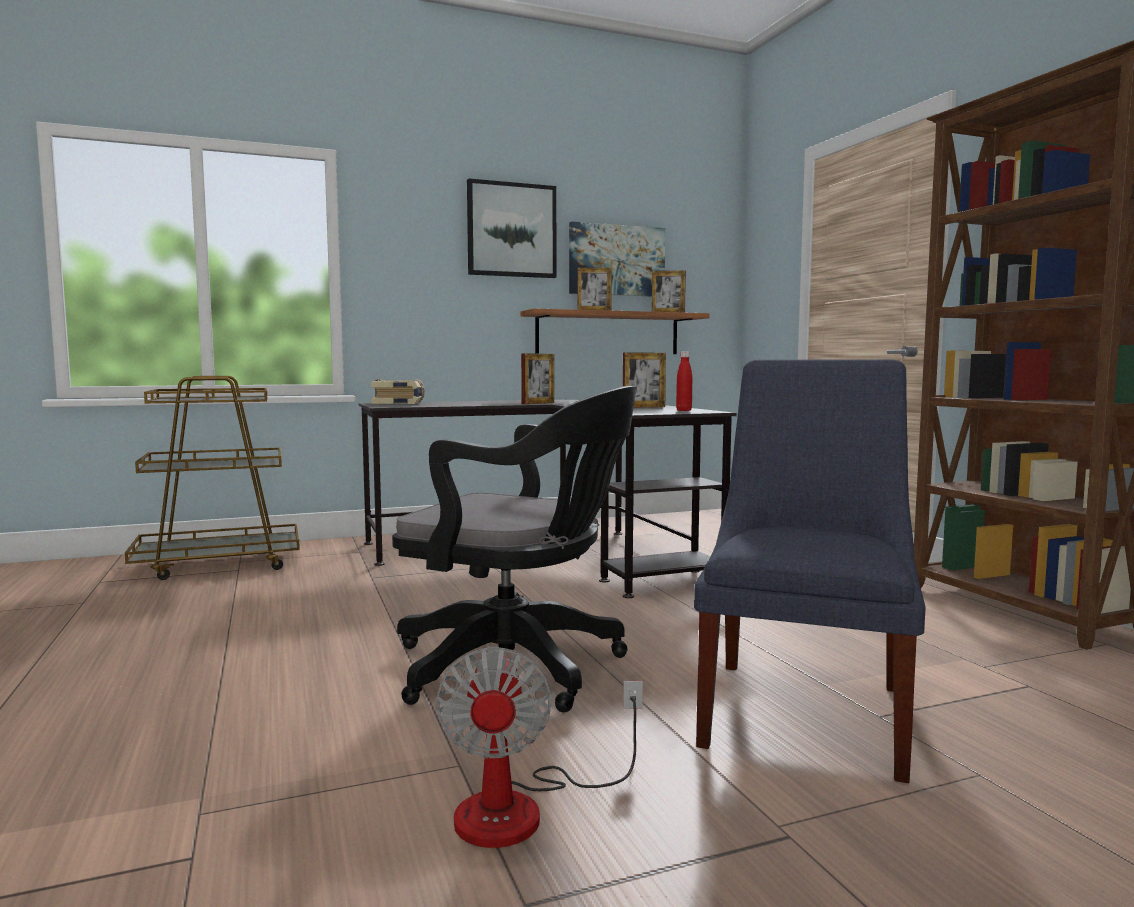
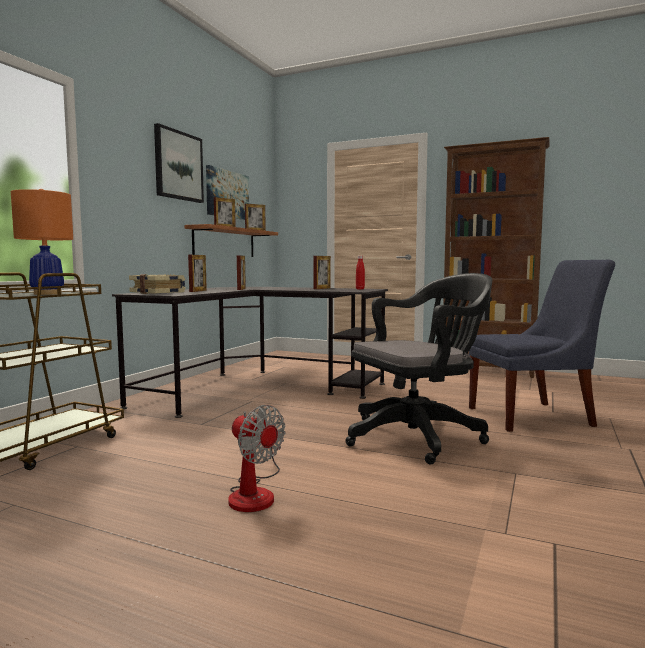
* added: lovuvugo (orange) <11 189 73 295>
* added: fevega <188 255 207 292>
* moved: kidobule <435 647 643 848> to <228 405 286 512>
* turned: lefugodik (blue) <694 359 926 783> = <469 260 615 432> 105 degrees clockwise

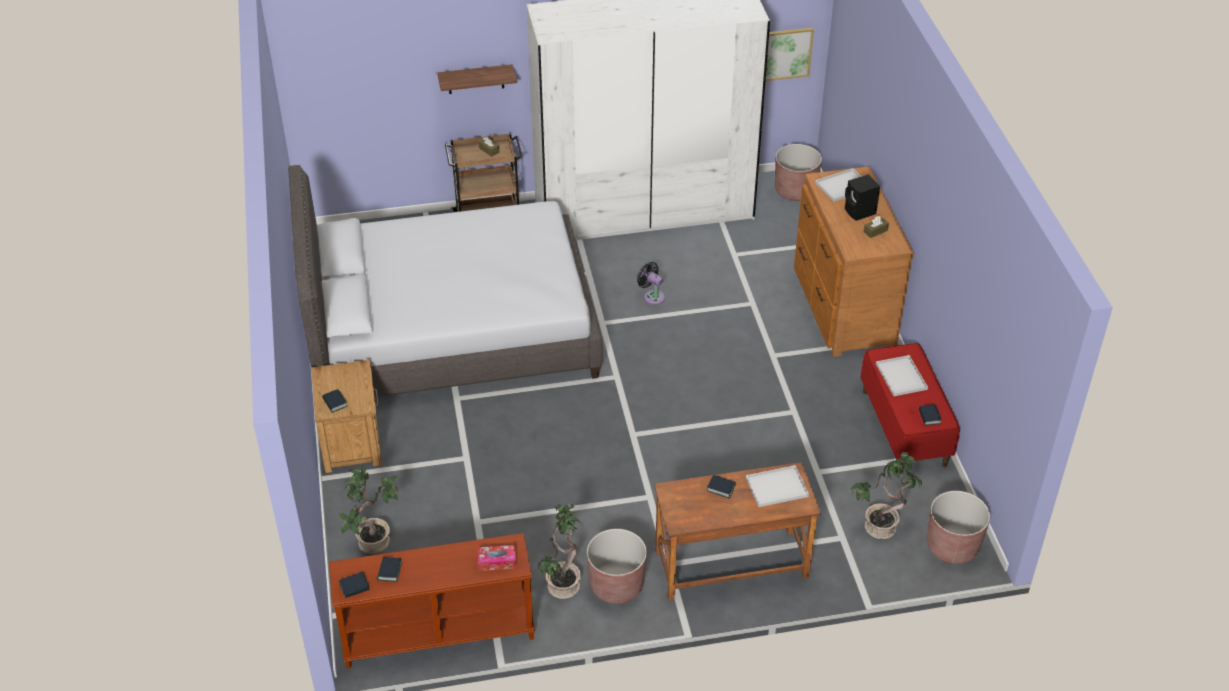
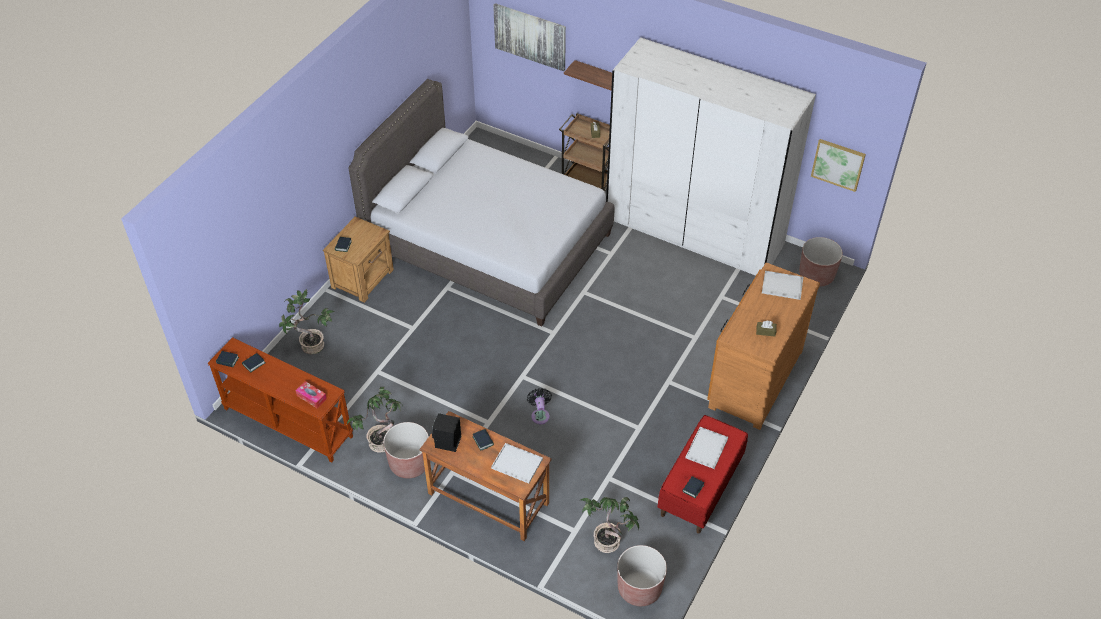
* added: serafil <493 3 566 71>
* moved: kidobule (black) <637 262 665 305> to <527 388 552 424>
* moved: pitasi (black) <845 174 880 221> to <432 413 461 452>

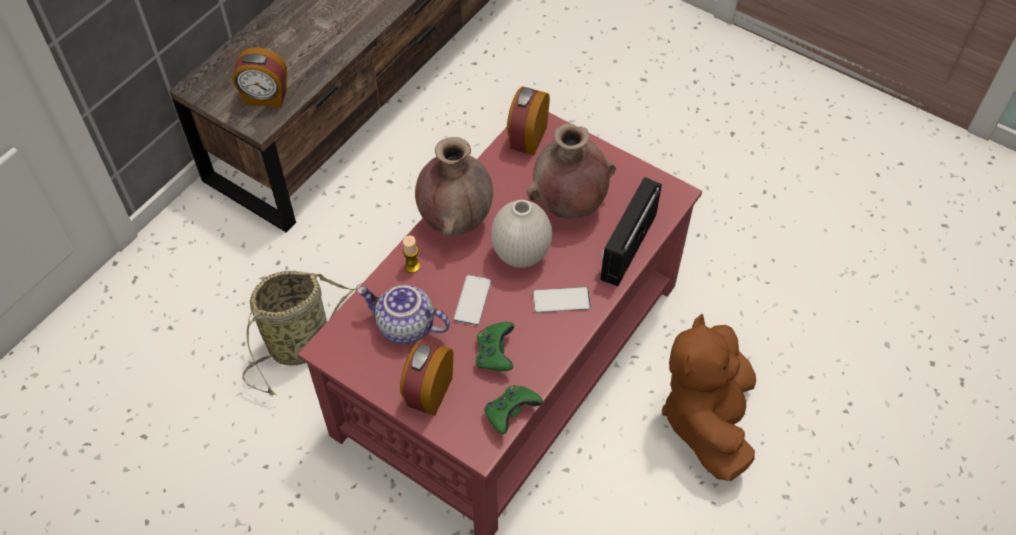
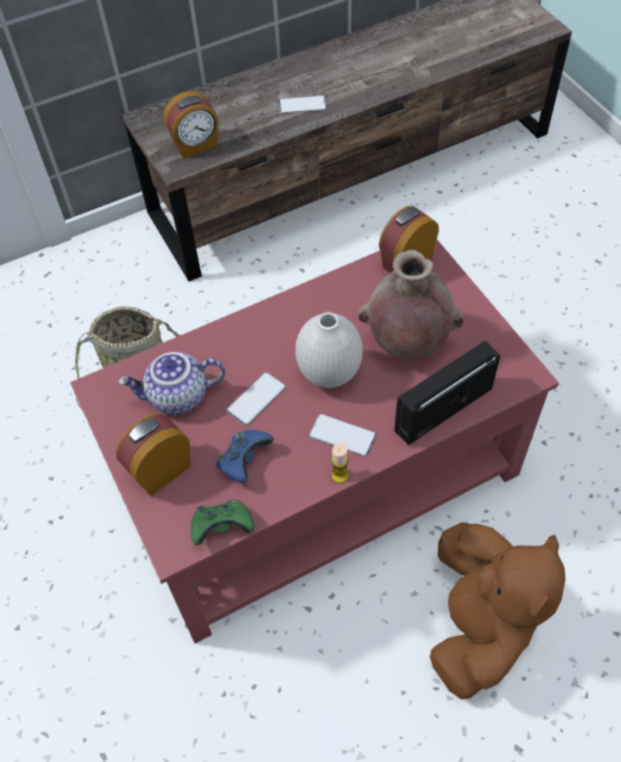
* removed: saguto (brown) <415 137 493 235>
* added: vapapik <279 95 326 113>
* moved: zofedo <403 236 420 273> to <330 443 349 483>
* recoloured: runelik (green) <476 322 514 371> to runelik (blue) <216 430 274 483>
* turned: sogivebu <233 47 287 107> = <164 91 218 159> 60 degrees counterclockwise
* turned: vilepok <357 285 450 344> = <118 352 225 415> 60 degrees counterclockwise
* turned: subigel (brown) <662 314 756 481> = <430 522 565 699> 150 degrees clockwise

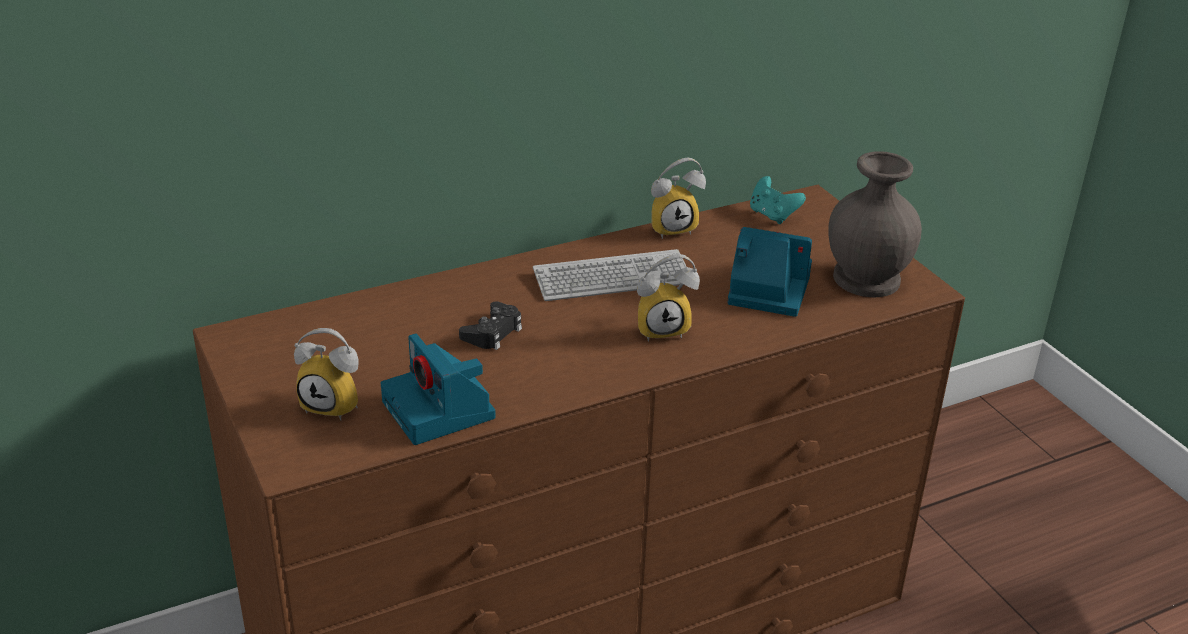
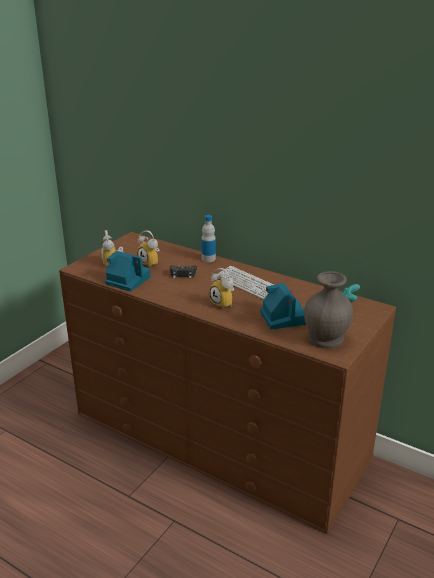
* added: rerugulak <201 215 216 262>
* moved: sogivebu <651 157 706 239> to <137 230 159 267>
* turned: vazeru <381 333 496 445> = <105 251 151 291> 90 degrees clockwise

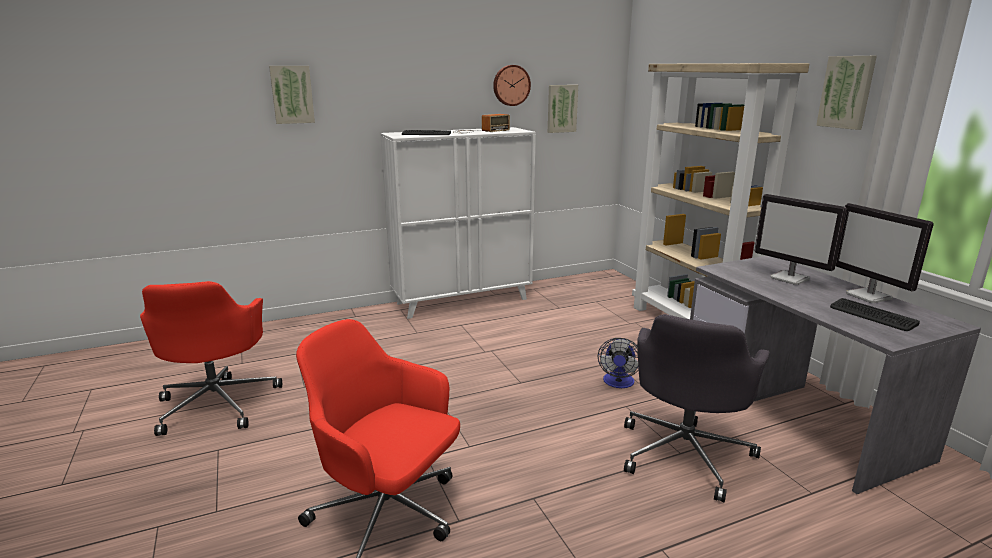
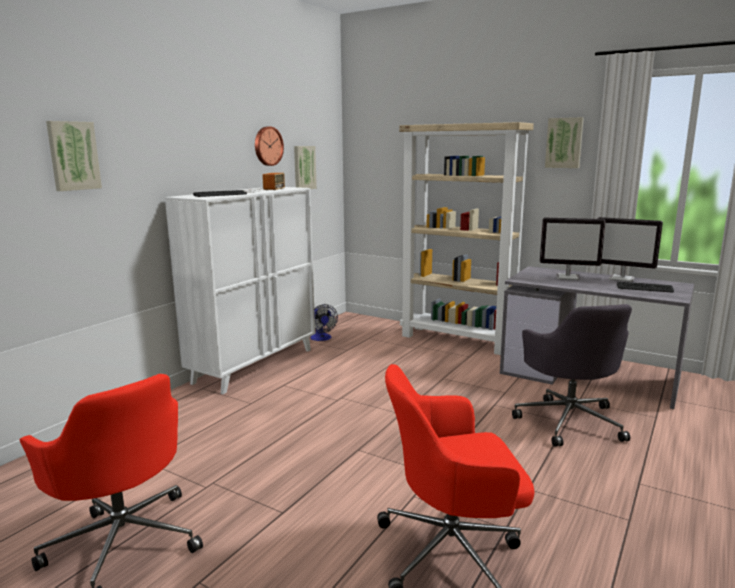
* moved: kidobule <598 338 639 388> to <310 304 338 341>

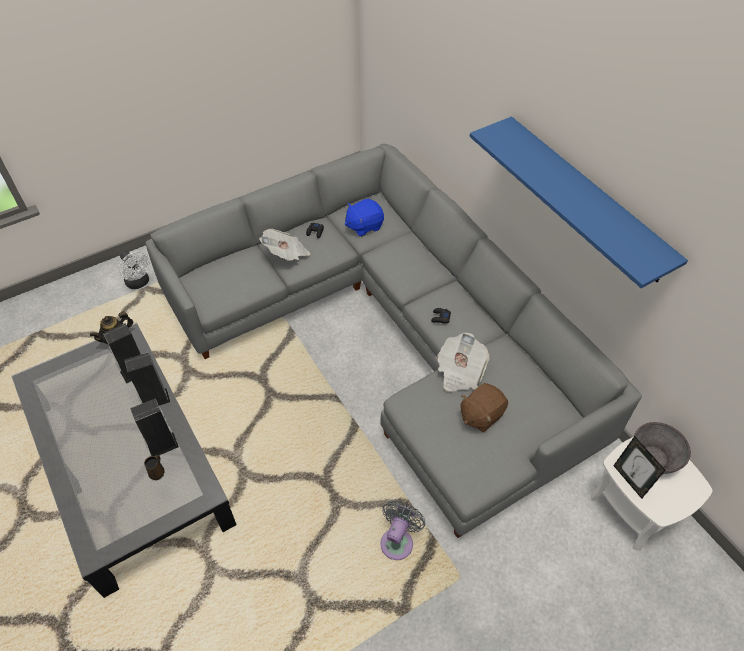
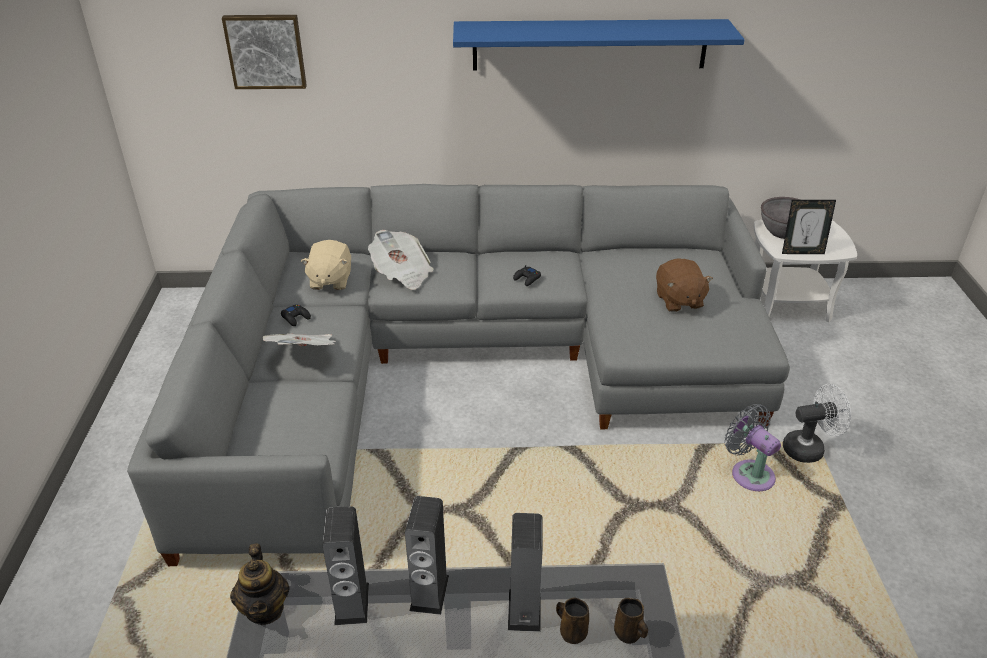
* added: serafil <222 15 307 89>
* added: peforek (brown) <614 598 648 644>
* moved: kidobule (white) <119 251 150 289> to <783 384 851 463>
* moved: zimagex <437 333 490 391> to <368 230 434 290>
* recoloured: subigel (blue) <345 199 384 237> to subigel (beige) <301 240 351 290>

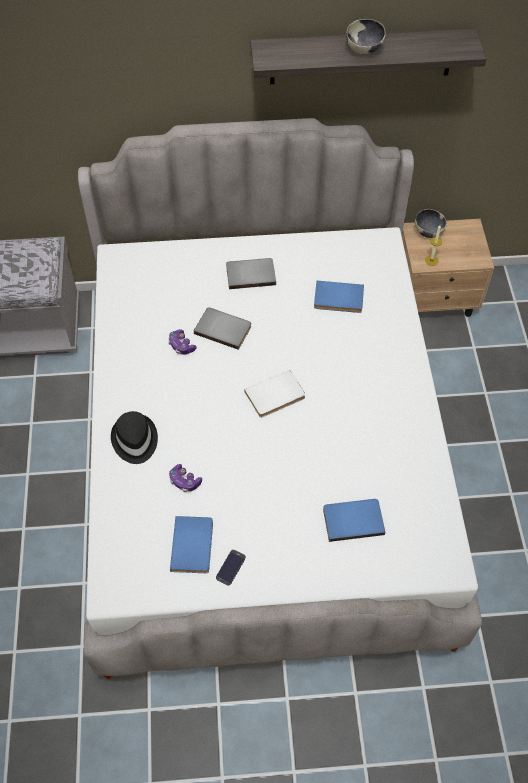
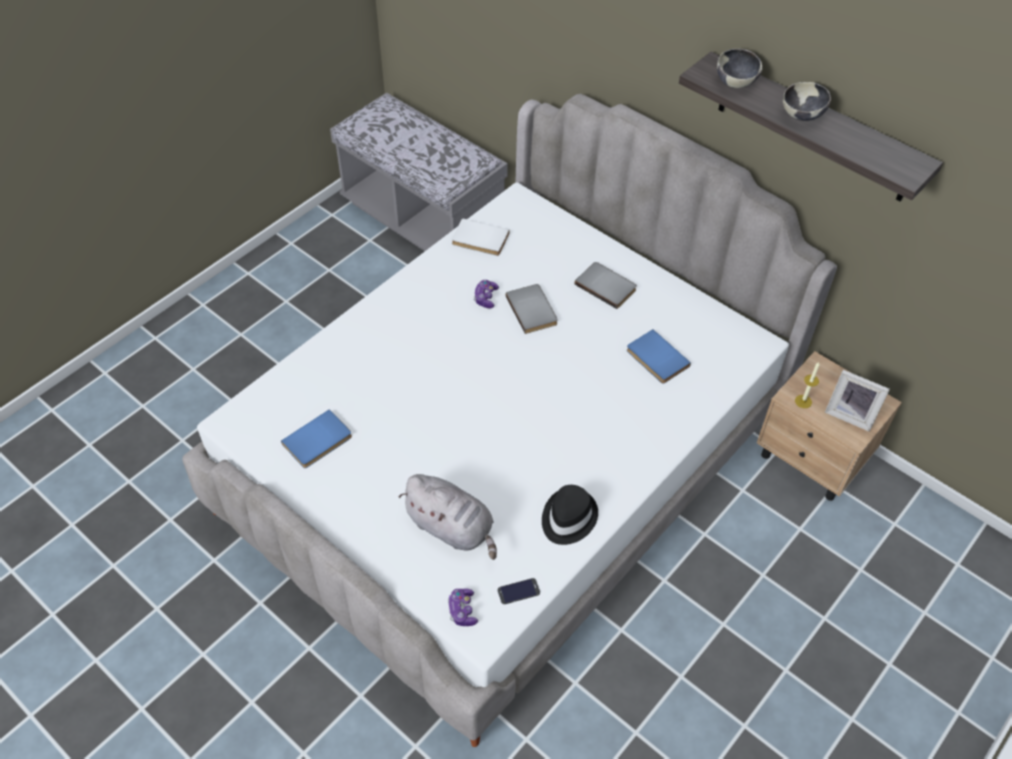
* added: fevega <825 370 890 431>
* moved: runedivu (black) <111 411 158 464> to <542 485 598 545>
* moved: runelik <169 464 202 492> to <448 589 478 626>
* moved: vapapik <216 550 246 586> to <498 578 540 604>
* moved: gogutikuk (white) <244 370 305 418> to <452 218 510 256>
* moved: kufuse <415 209 447 238> to <717 49 762 88>
* replaced: gogutikuk (blue) <323 499 385 542> to subigel (grey) <399 474 497 560>

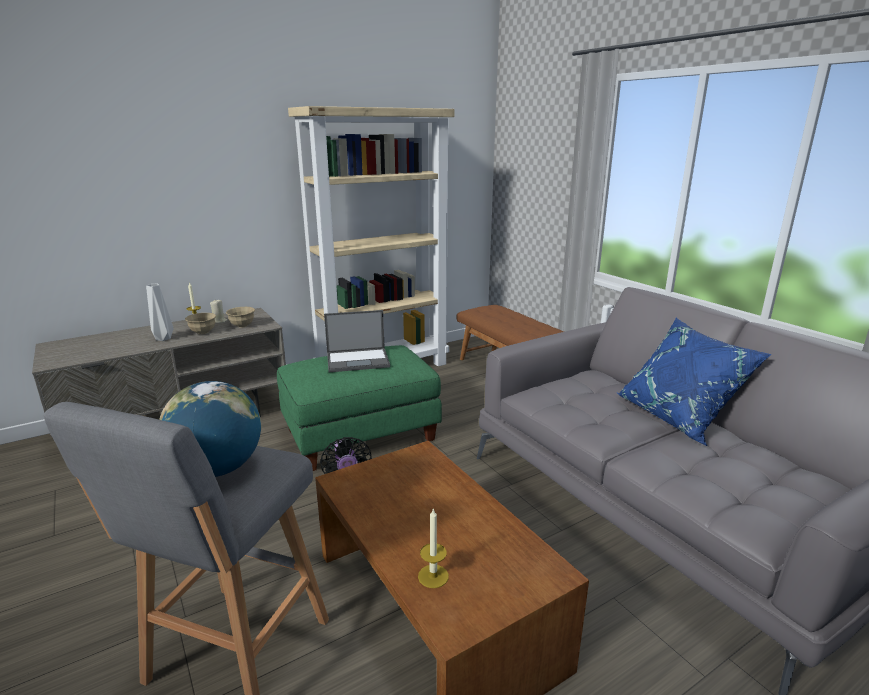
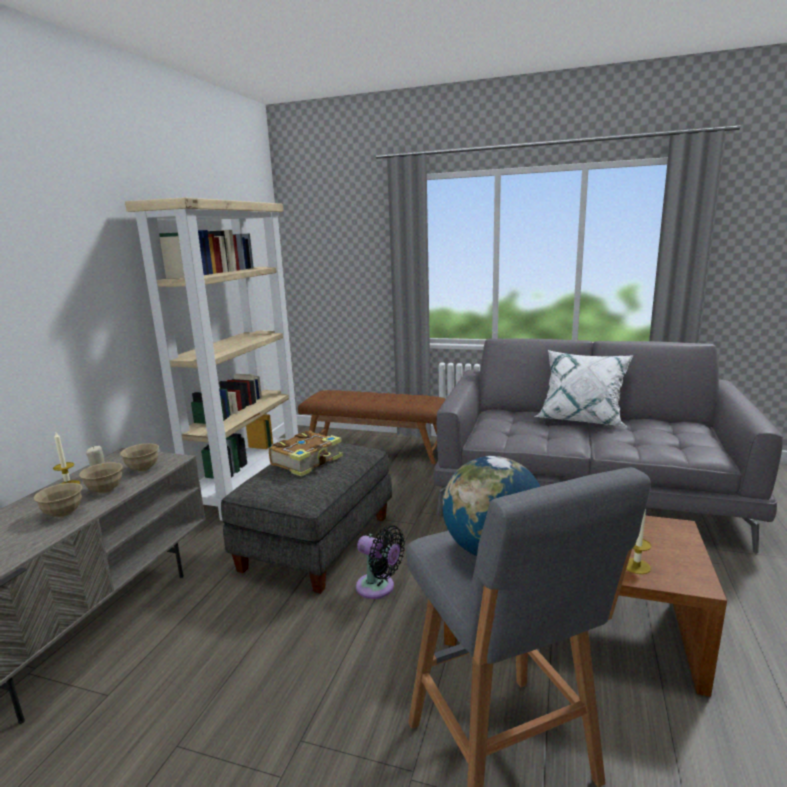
* replaced: saguto (grey) <146 283 173 341> to kufuse (beige) <33 483 83 517>
* replaced: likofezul <324 310 390 372> to gogutikuk <269 431 343 477>
* recoloured: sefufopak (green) <277 345 442 471> to sefufopak (grey) <221 443 392 594>
* recoloured: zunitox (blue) <617 318 772 446> to zunitox (white) <534 350 633 427>

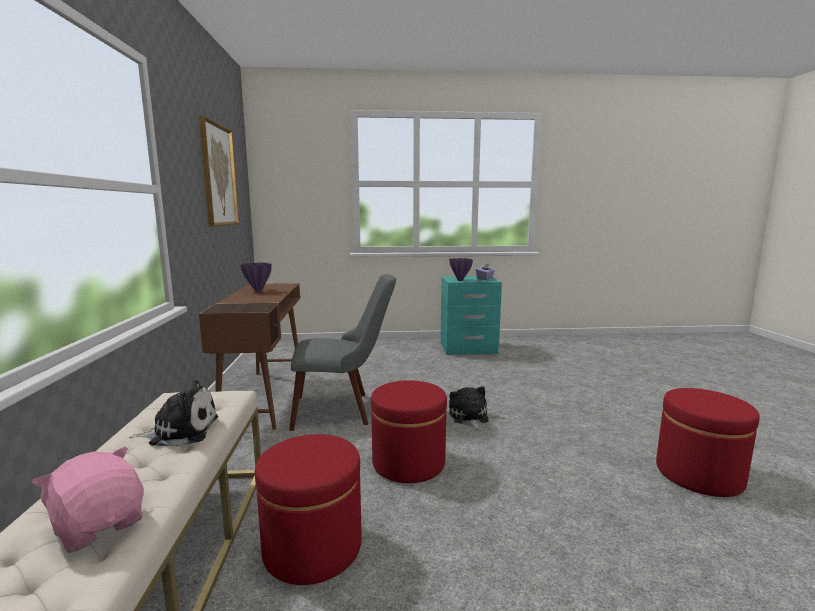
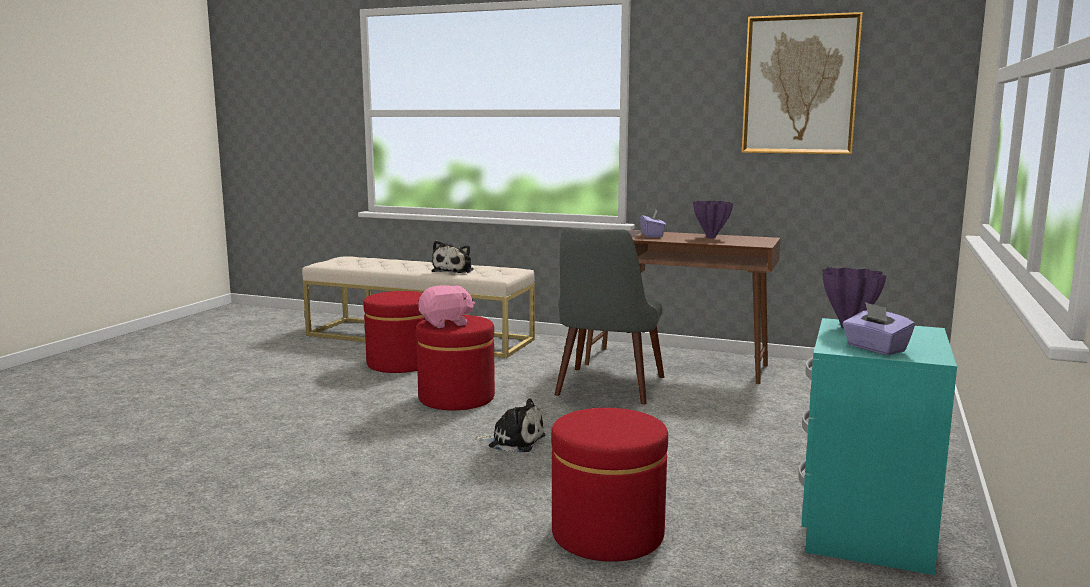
* added: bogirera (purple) <640 210 666 237>
* moved: subigel (pink) <32 447 144 553> to <418 285 475 328>
* moved: sefufopak (red) <656 388 760 497> to <551 408 668 562>

